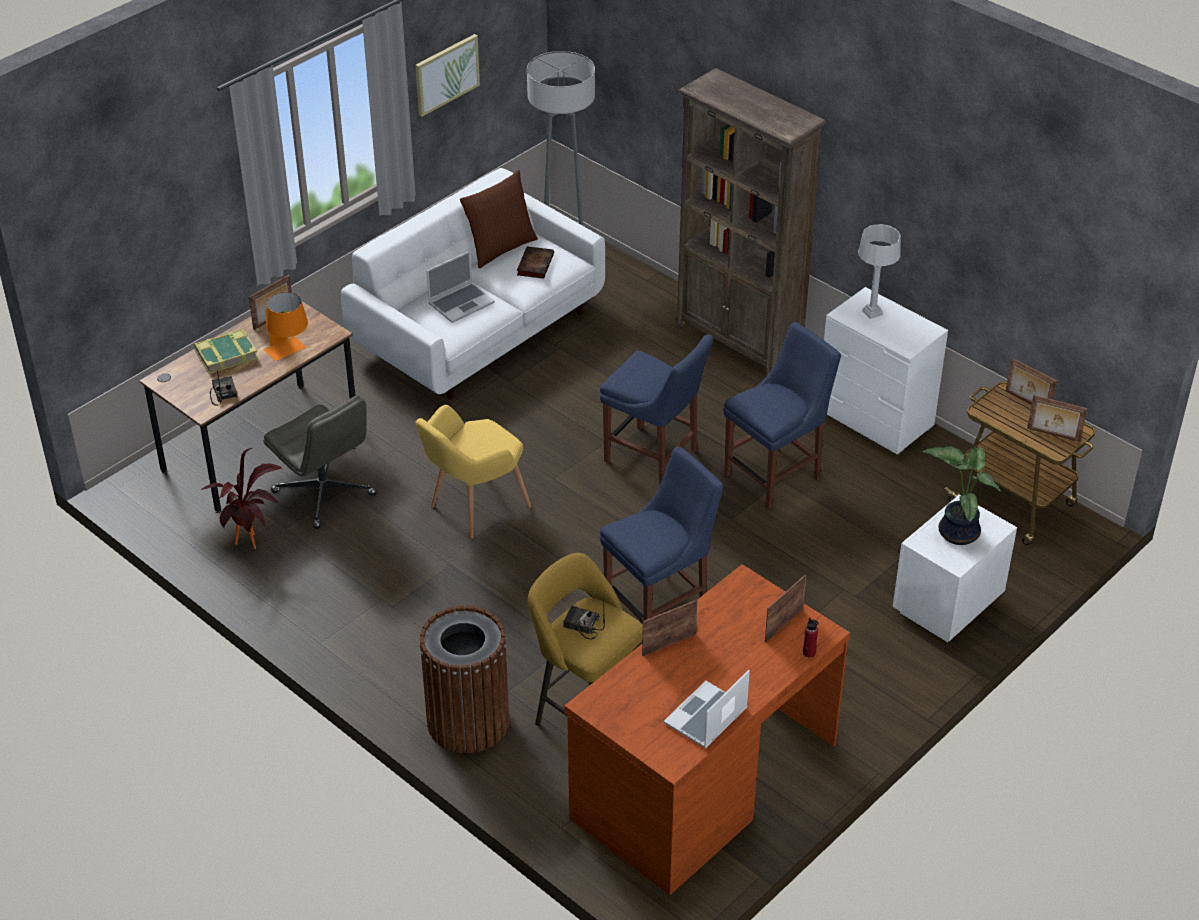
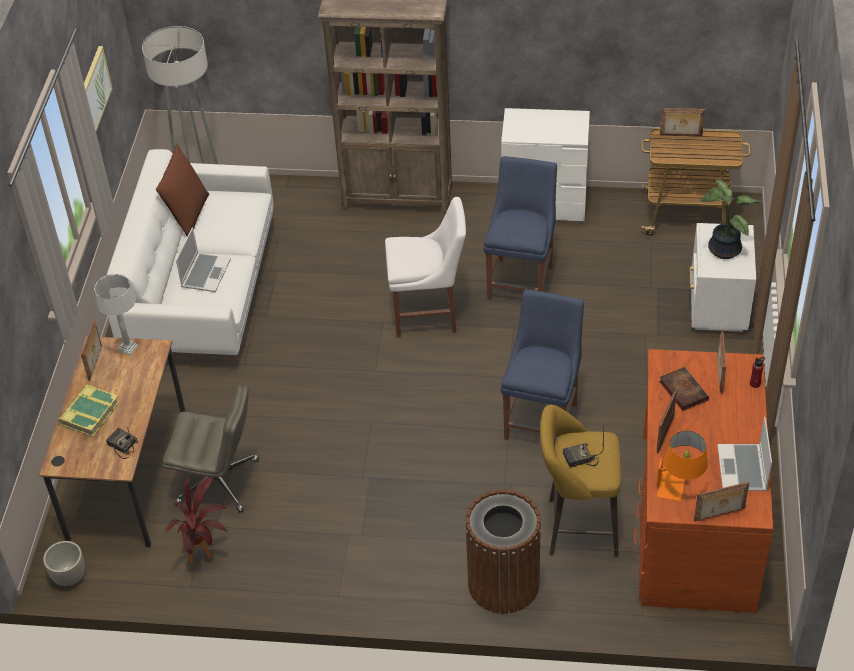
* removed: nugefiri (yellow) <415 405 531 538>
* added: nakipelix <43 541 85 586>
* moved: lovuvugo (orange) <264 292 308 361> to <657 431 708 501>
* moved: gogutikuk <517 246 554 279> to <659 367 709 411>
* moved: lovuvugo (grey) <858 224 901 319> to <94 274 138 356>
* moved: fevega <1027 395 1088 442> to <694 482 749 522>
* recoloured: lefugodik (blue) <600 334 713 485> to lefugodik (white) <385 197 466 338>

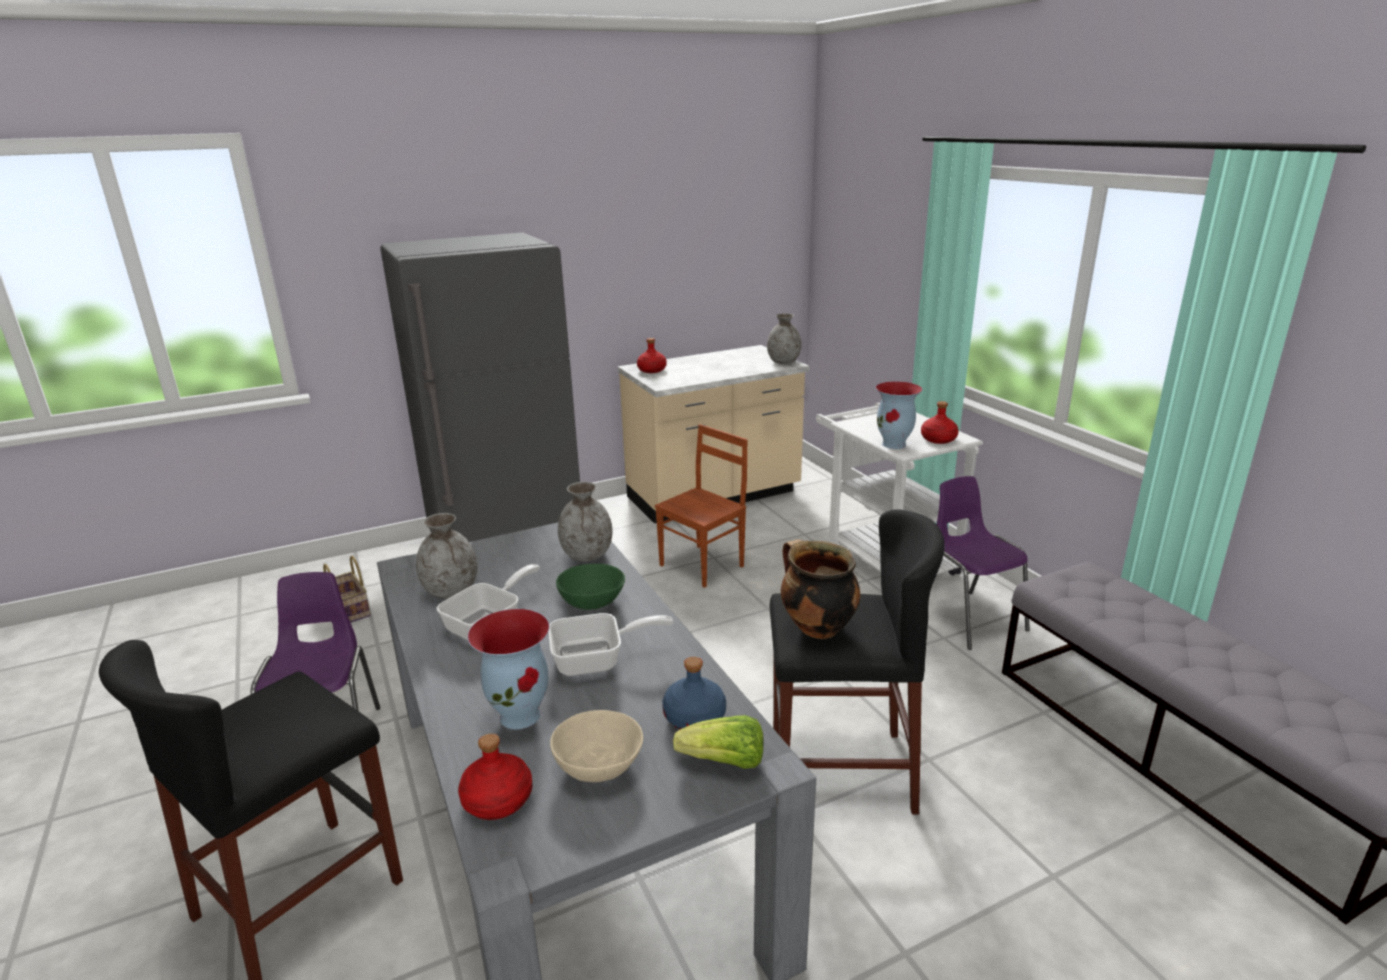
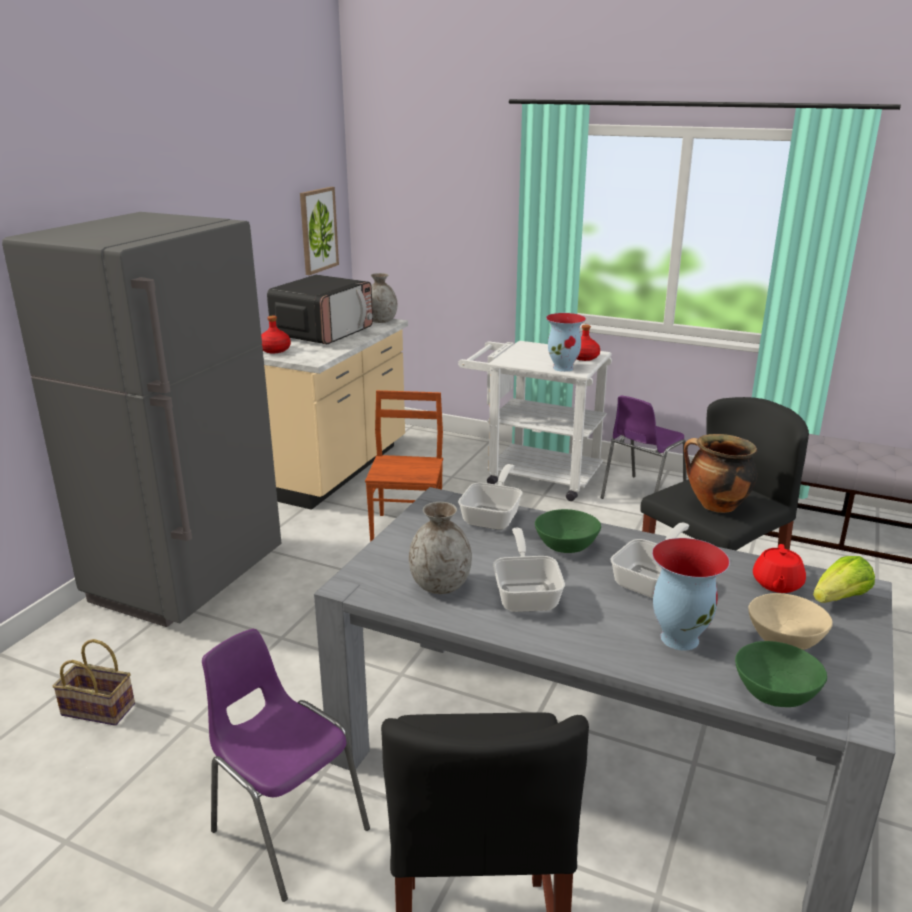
* added: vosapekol <267 275 373 344>
* added: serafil <300 187 339 275>
* replaced: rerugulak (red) <458 734 533 820> to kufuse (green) <735 641 827 707>
* replaced: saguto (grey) <558 482 612 561> to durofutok <458 464 523 530>
* replaced: rerugulak (blue) <662 657 726 729> to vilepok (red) <753 544 806 593>
* turned: lefugodik (purple) <937 476 1029 650> = <601 396 686 499> 75 degrees counterclockwise

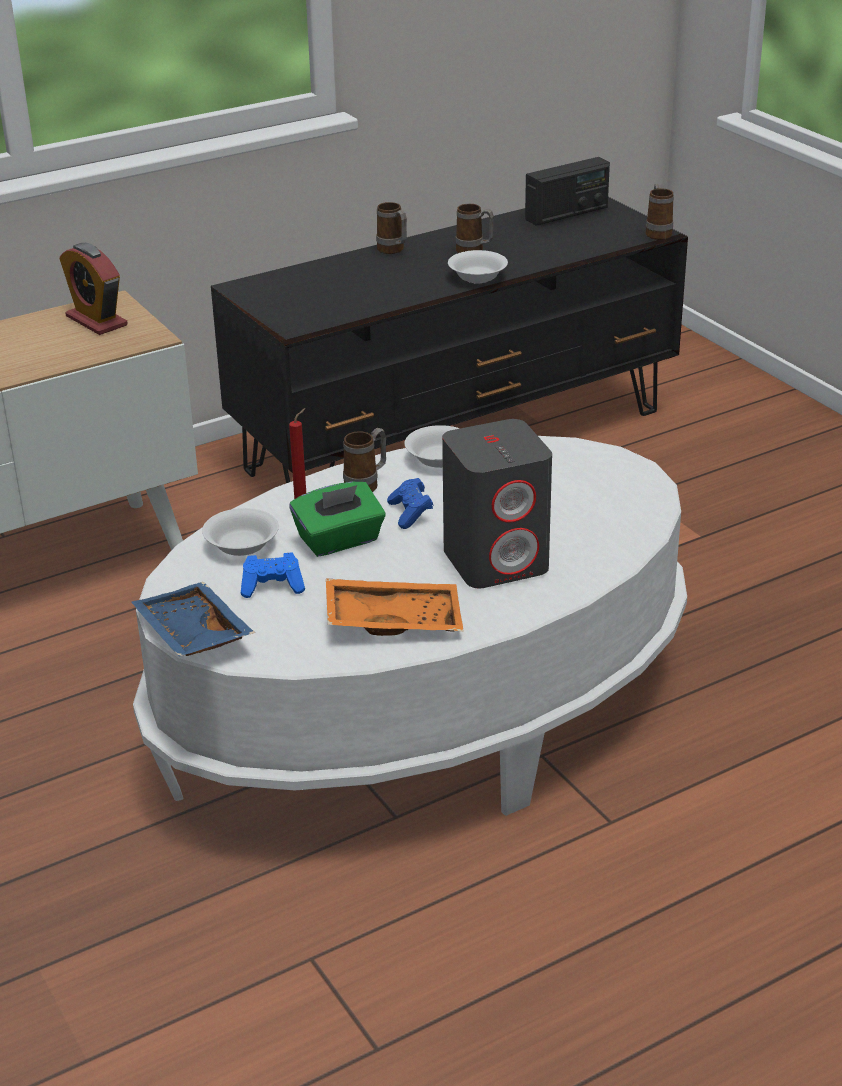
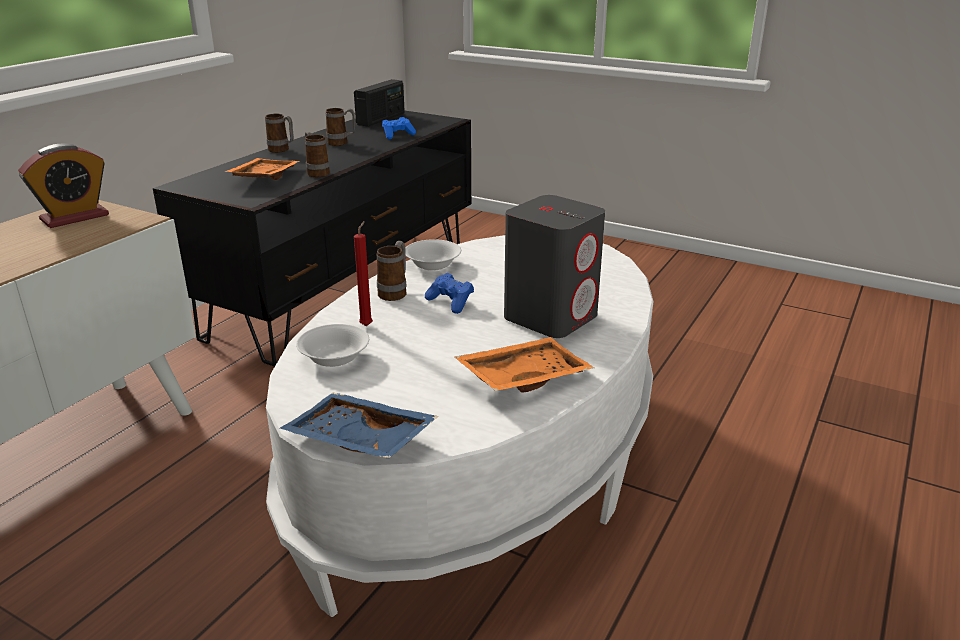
* removed: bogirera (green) <289 482 386 557>
* removed: kufuse (white) <448 250 508 283>
* added: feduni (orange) <224 158 300 180>
* moved: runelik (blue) <240 552 305 598> to <382 117 416 139>
* moved: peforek <646 184 674 240> to <305 132 330 177>
* turned: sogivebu <59 243 128 335> = <18 144 109 228> 60 degrees counterclockwise

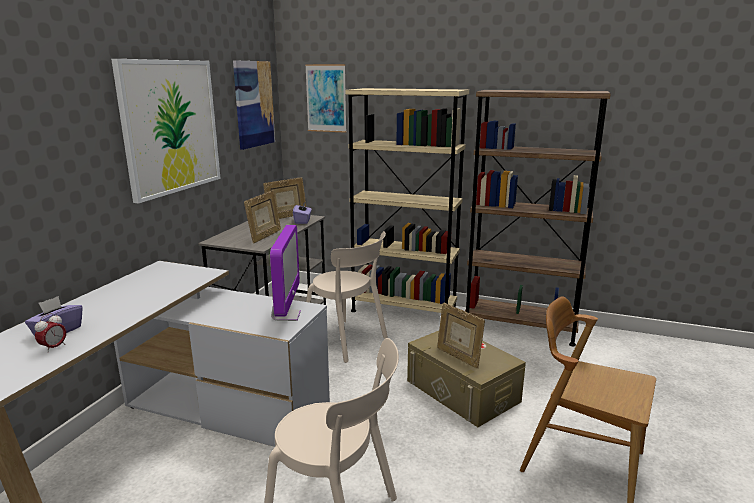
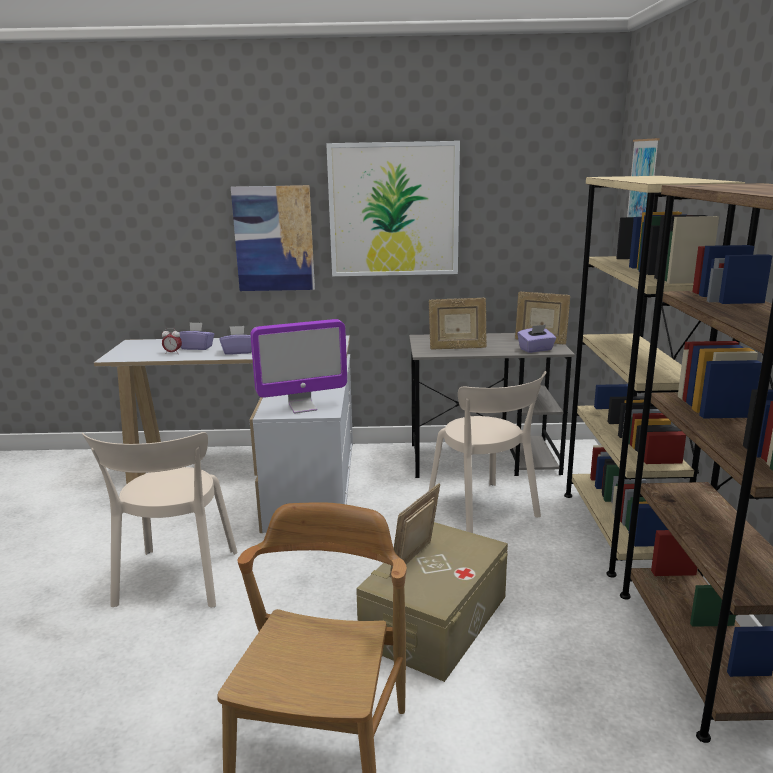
* added: bogirera (purple) <220 326 252 355>
* moved: serafil <233 61 275 150> to <231 185 315 291>
* turned: lefugodik (beige) <306 231 388 363> = <429 371 546 533> 45 degrees counterclockwise

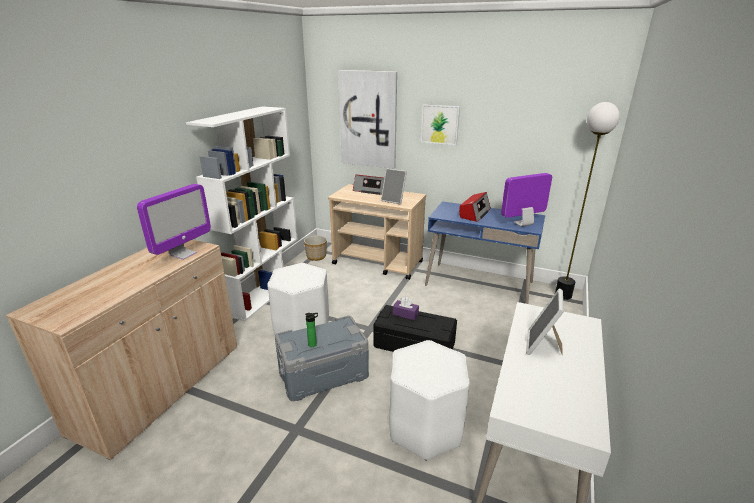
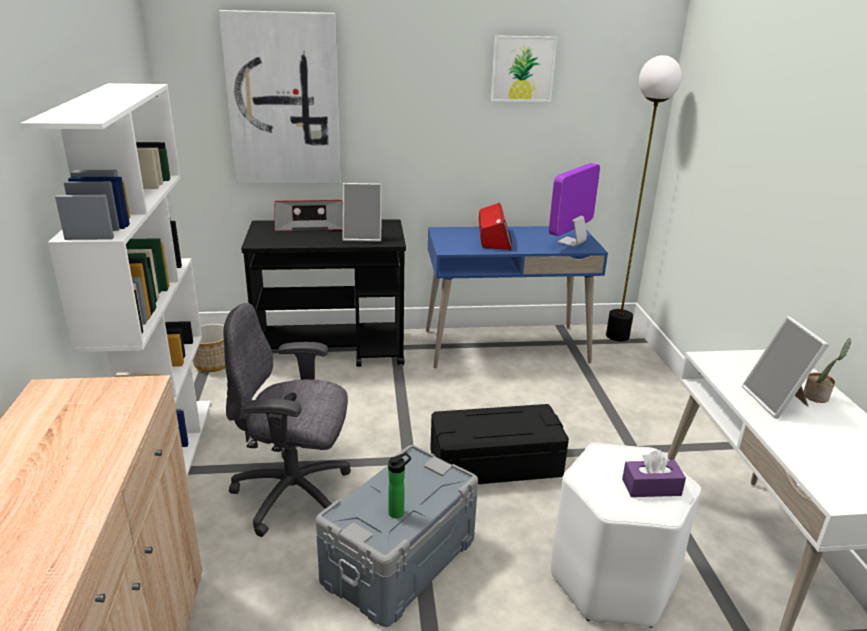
* removed: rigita <137 184 211 260>
* added: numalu <804 338 851 403>
* moved: bogirera (purple) <393 297 419 320> to <622 450 686 497>
* moved: serafil <421 104 460 145> to <491 35 558 102>
* replaced: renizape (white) <267 263 329 335> to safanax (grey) <223 303 351 537>
* recoloured: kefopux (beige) <328 184 426 280> to kefopux (black) <241 220 406 367>

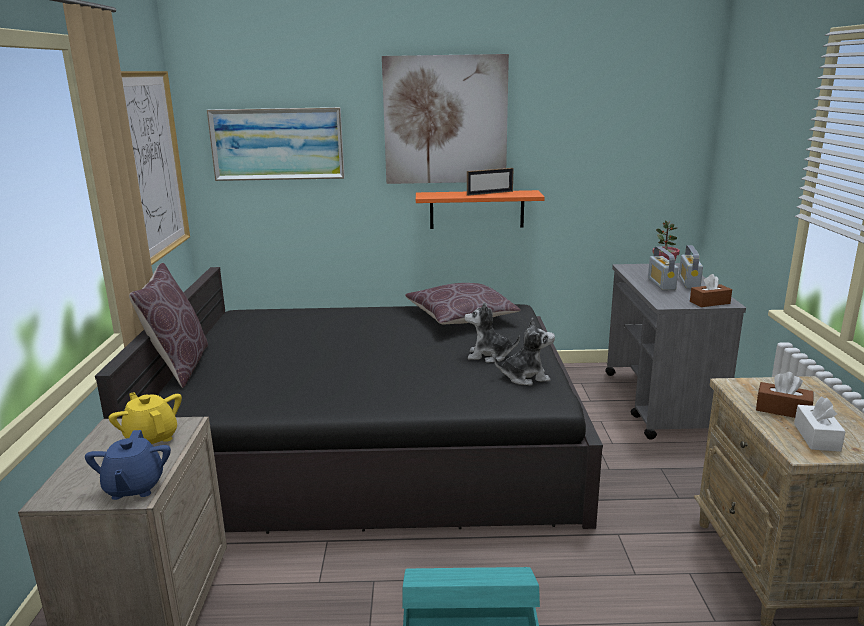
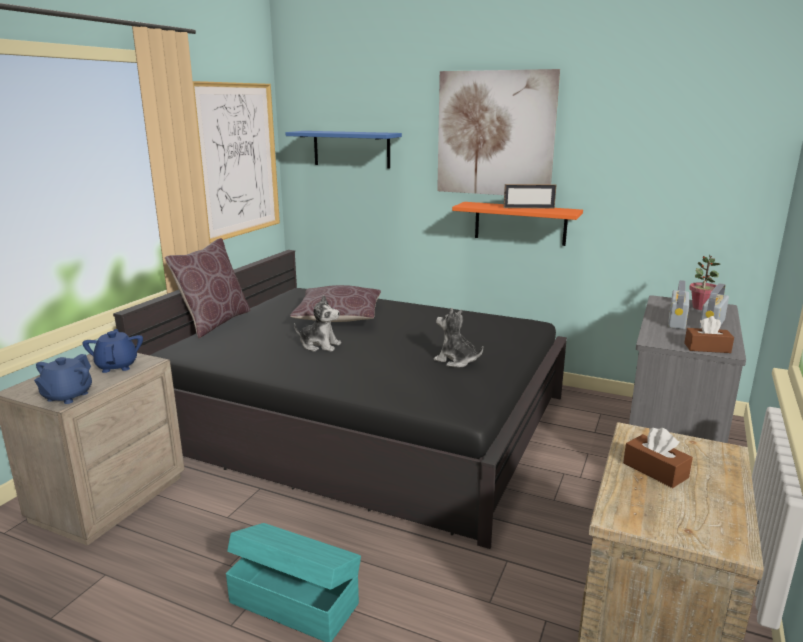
* removed: bogirera (white) <794 397 846 452>
* moved: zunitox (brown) <405 283 521 324> to <290 285 381 322>
* moved: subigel <494 318 555 385> to <294 295 341 352>
* replaced: serafil <207 107 345 181> to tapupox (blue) <285 131 402 168>
* recoloured: vilepok (yellow) <109 392 182 444> to vilepok (blue) <82 329 143 373>

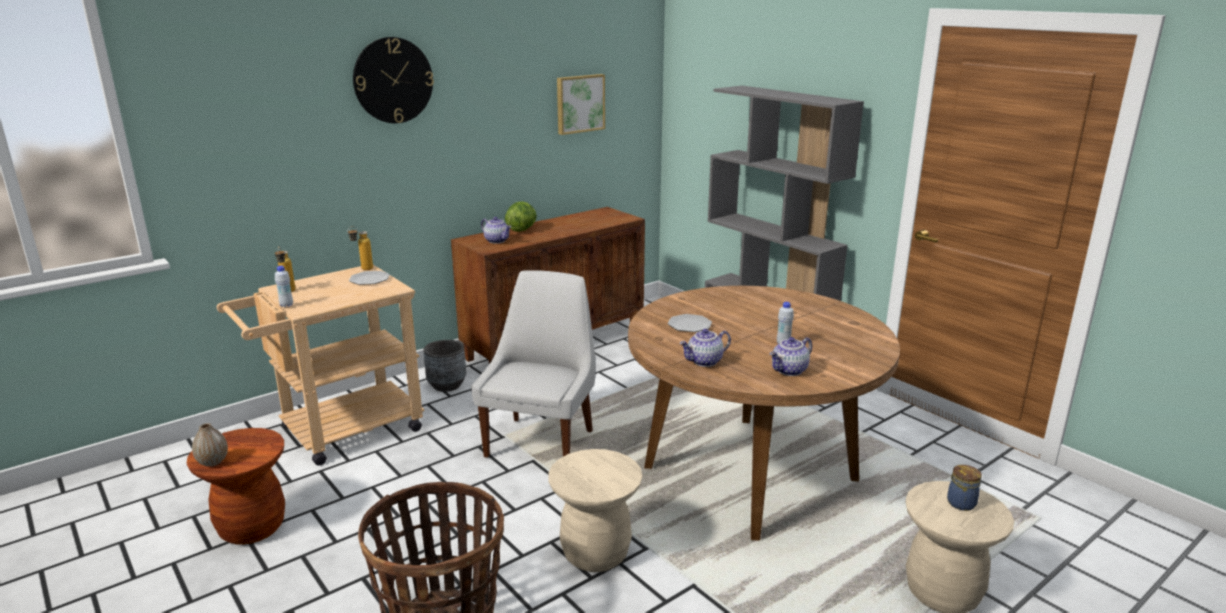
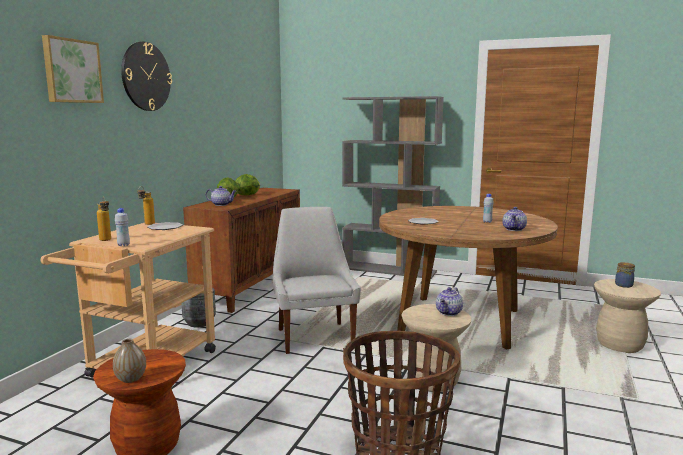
* added: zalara <235 174 260 196>
* moved: serafil <557 74 605 135> to <42 35 104 103>
* moved: vilepok <679 329 731 367> to <436 287 463 316>

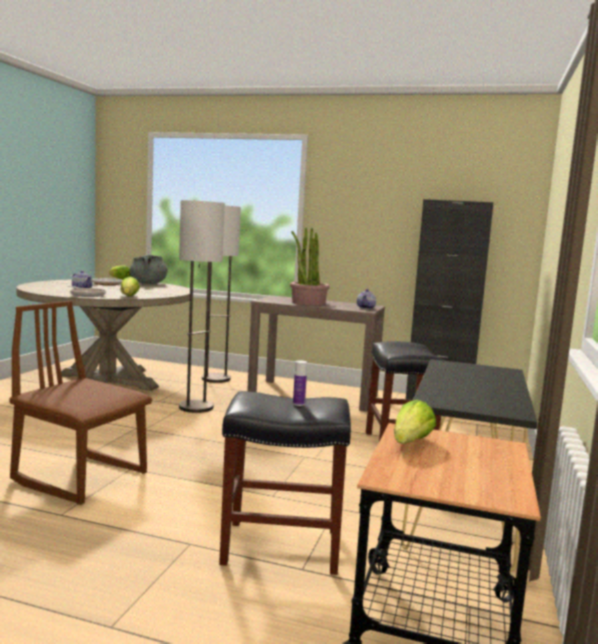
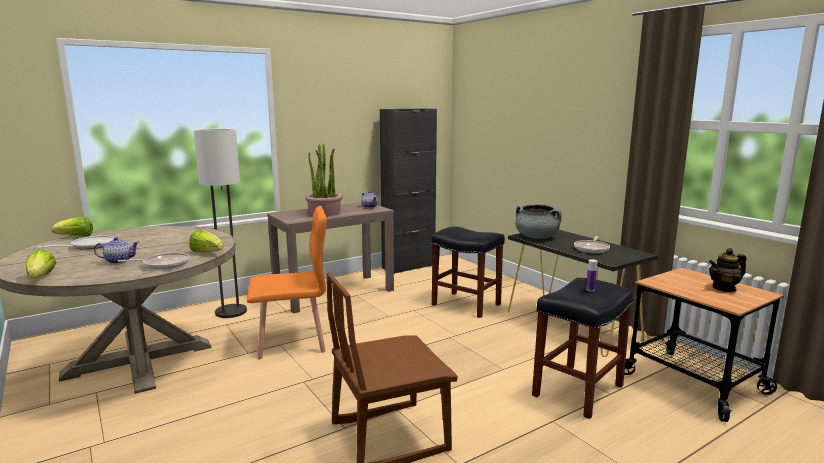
* added: durofutok <574 236 610 253>
* added: vilepok <709 248 746 292>
* moved: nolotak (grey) <129 255 168 284> to <515 204 562 239>
* moved: zalara <394 400 436 444> to <26 250 56 279>
* replaced: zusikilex <179 200 225 413> to lefugodik (orange) <247 206 327 360>

